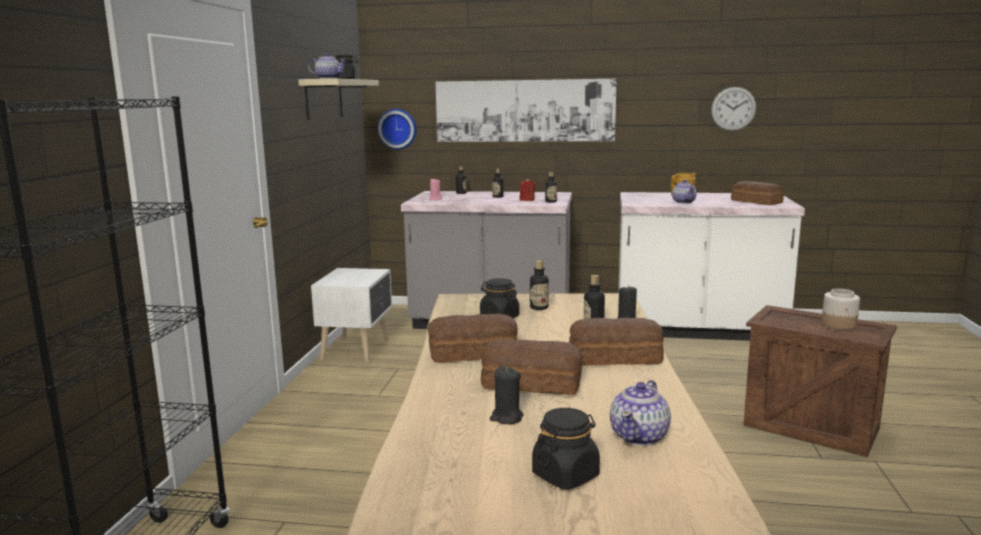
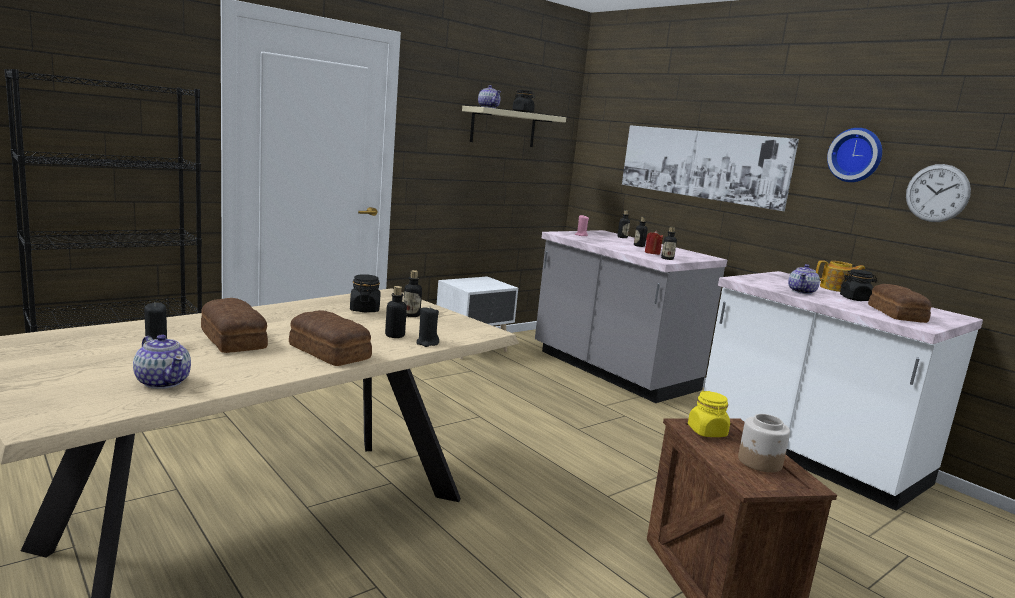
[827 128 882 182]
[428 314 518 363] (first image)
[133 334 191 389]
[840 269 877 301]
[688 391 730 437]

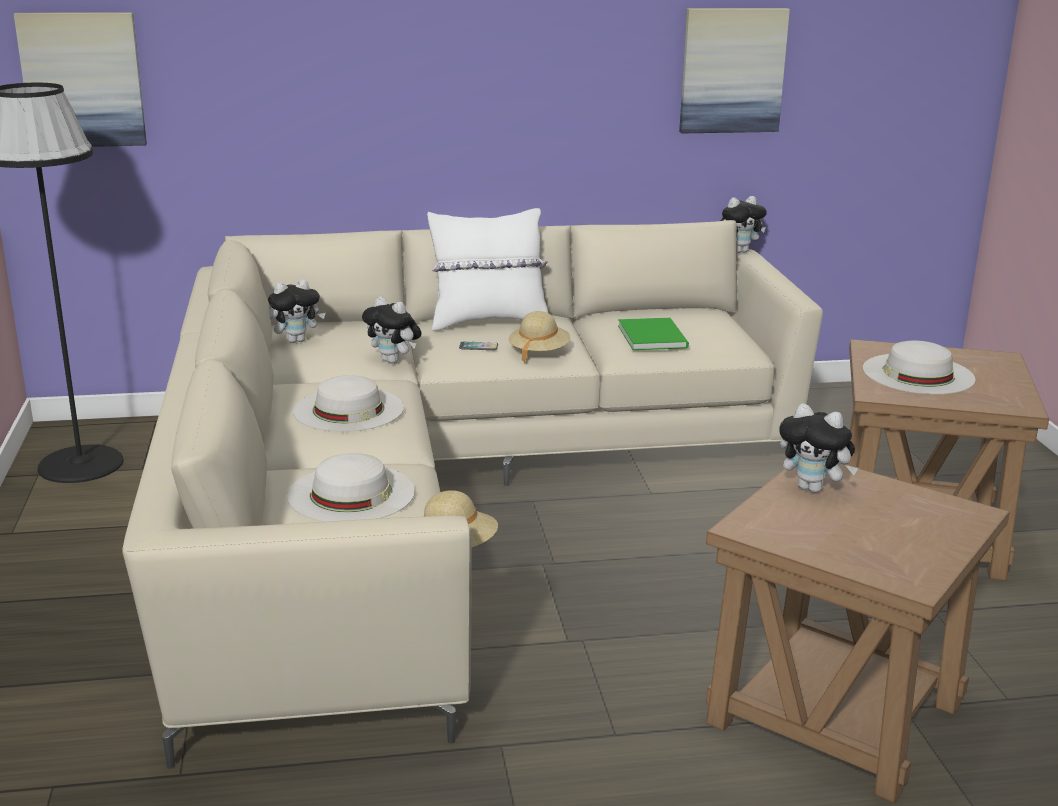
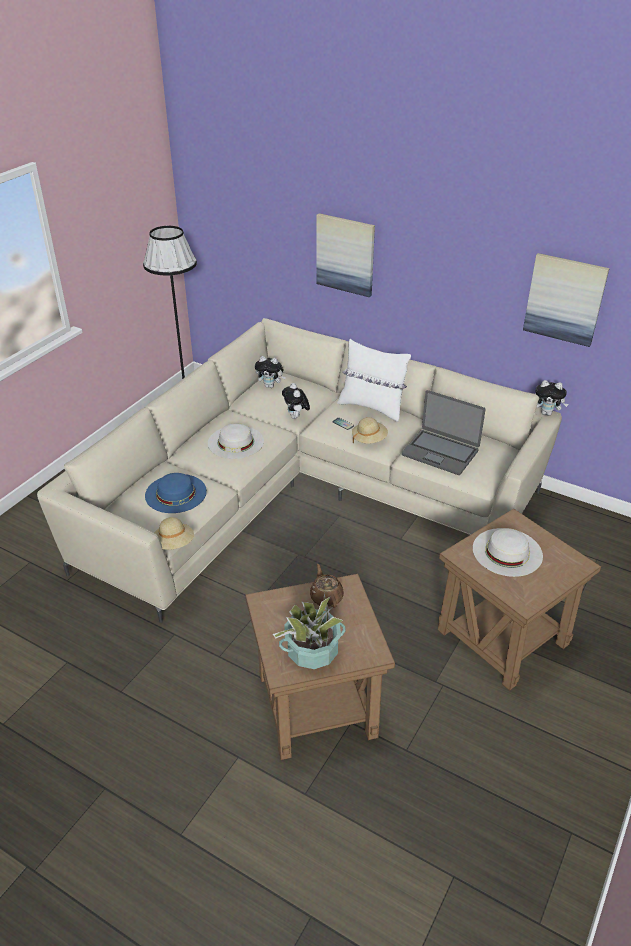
[316 213 375 297]
[402 390 485 475]
[310 564 344 608]
[145 473 207 513]
[273 594 346 669]

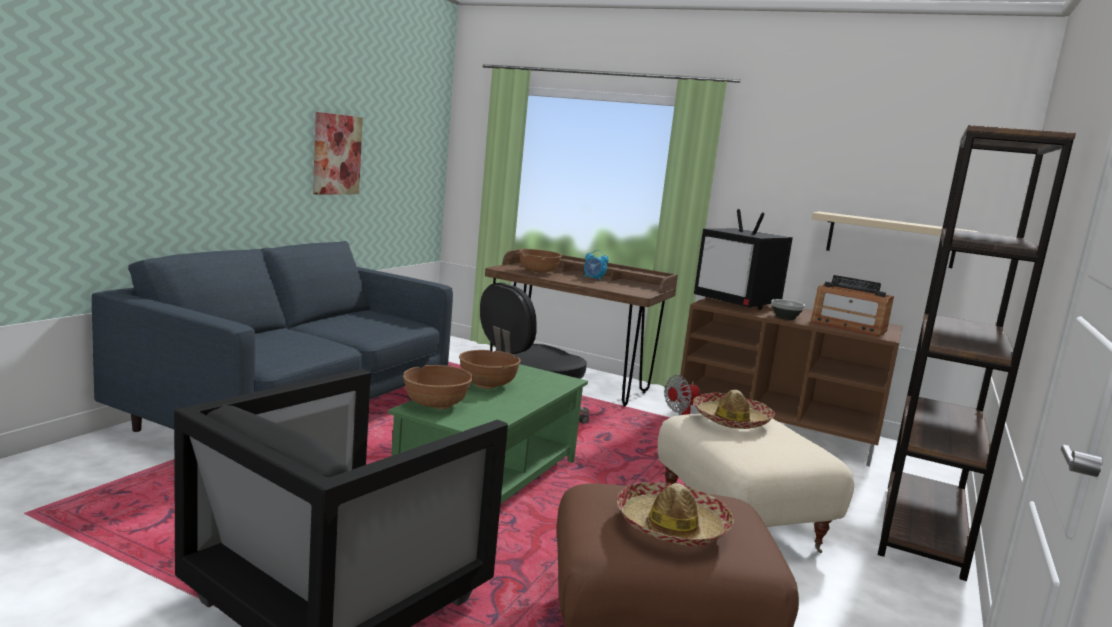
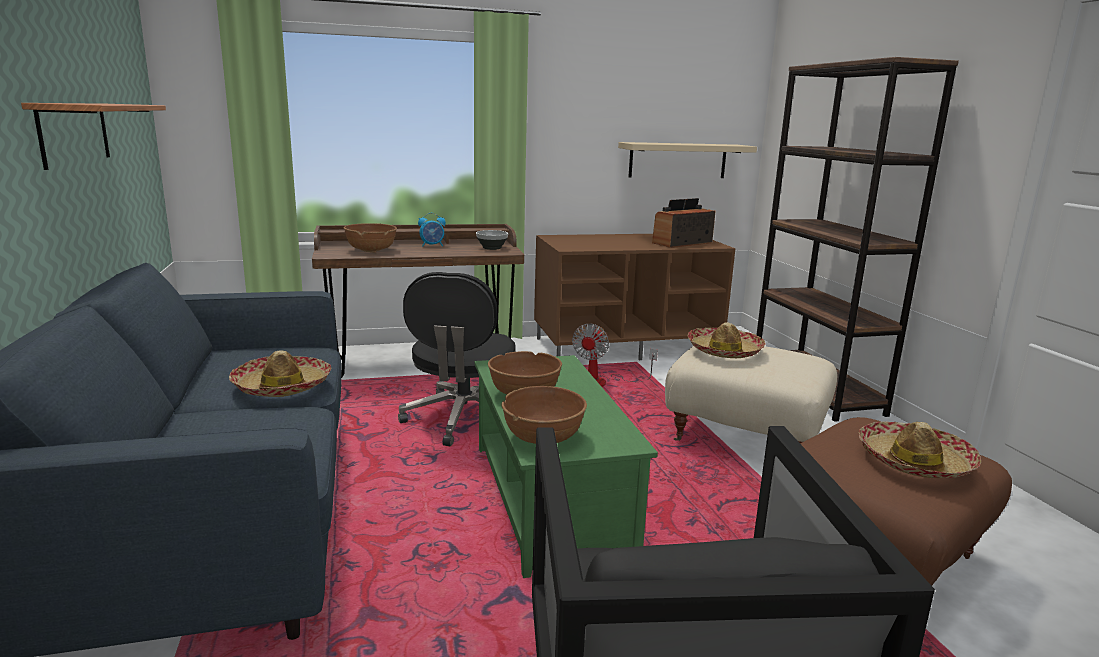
[21 103 166 170]
[694 209 793 310] (first image)
[652 198 715 248]
[476 230 508 250]
[229 350 331 397]

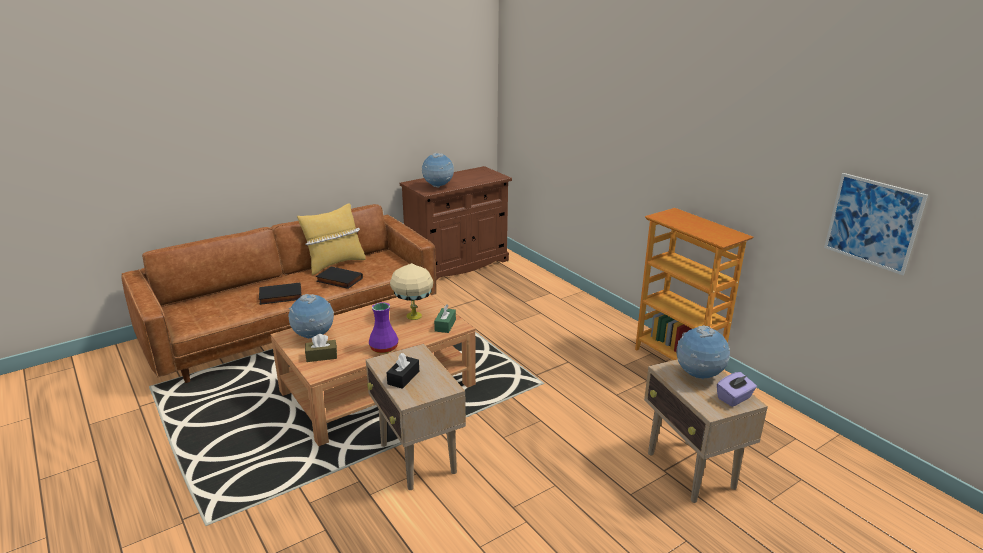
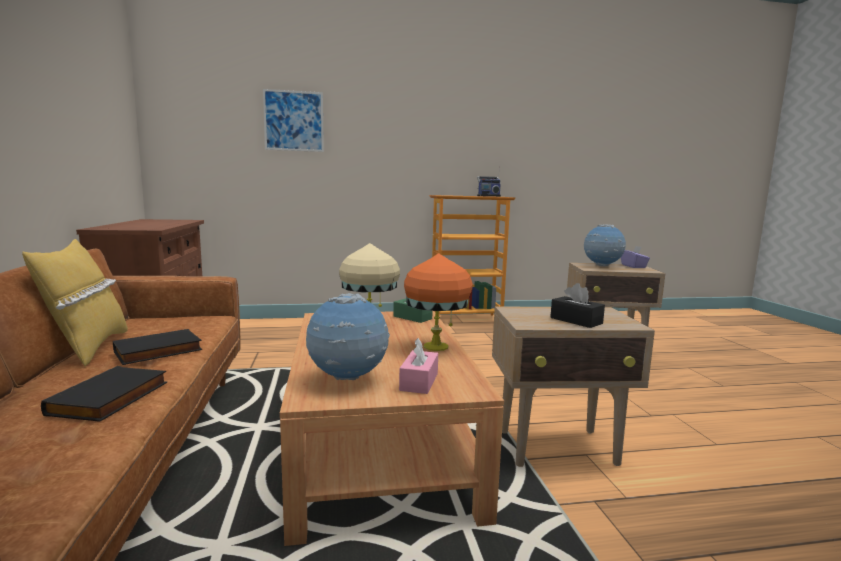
[422 152 454 188] (first image)
[263 89 324 152]
[404 253 473 351]
[399 338 438 394]
[477 166 501 197]

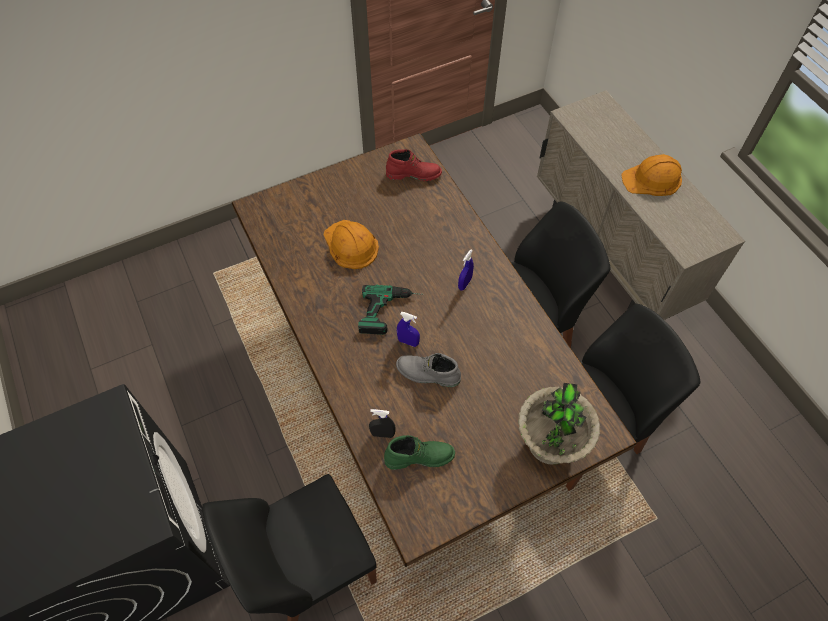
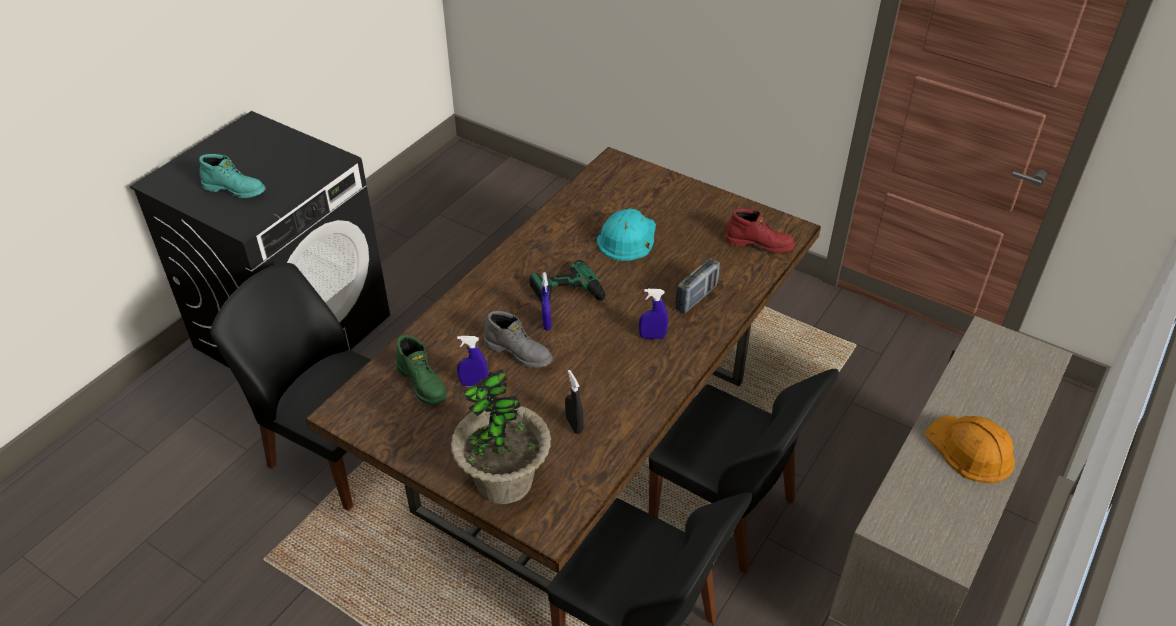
[725 209 795 253]
[597 208 656 261]
[484 311 553 368]
[565 370 584 434]
[199 154 266 198]
[675 258 720 313]
[457 336 488 386]

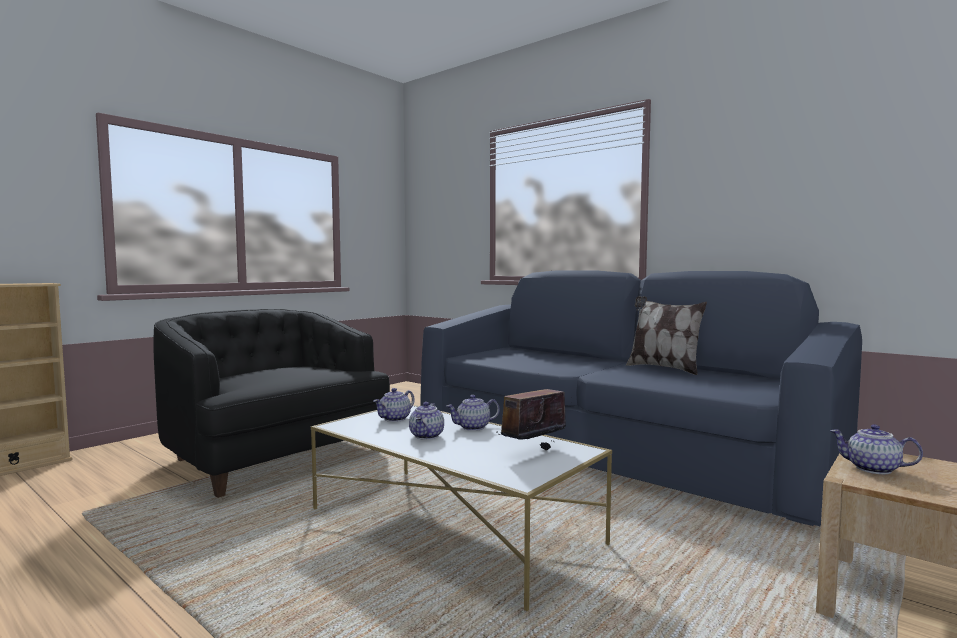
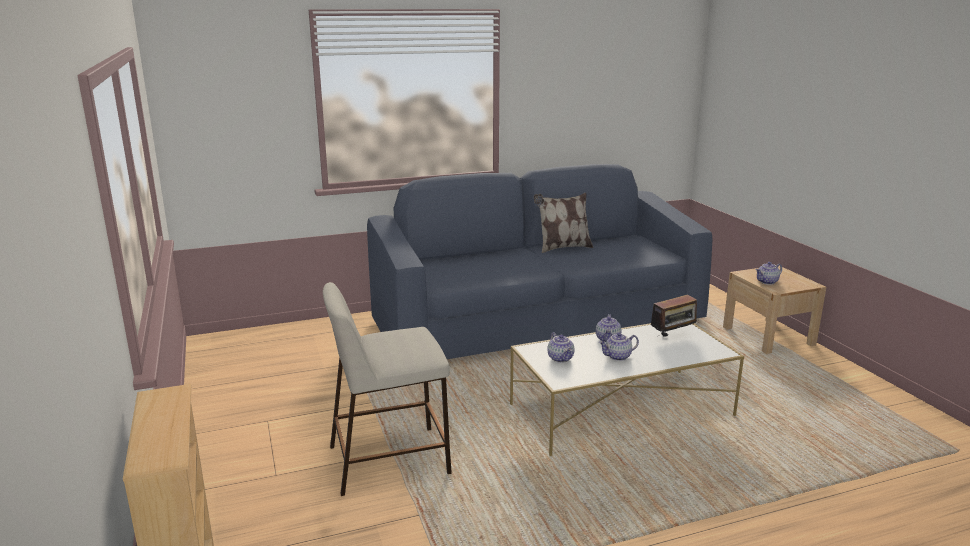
[323 282 452 496]
[651 294 700 337]
[599 333 639 361]

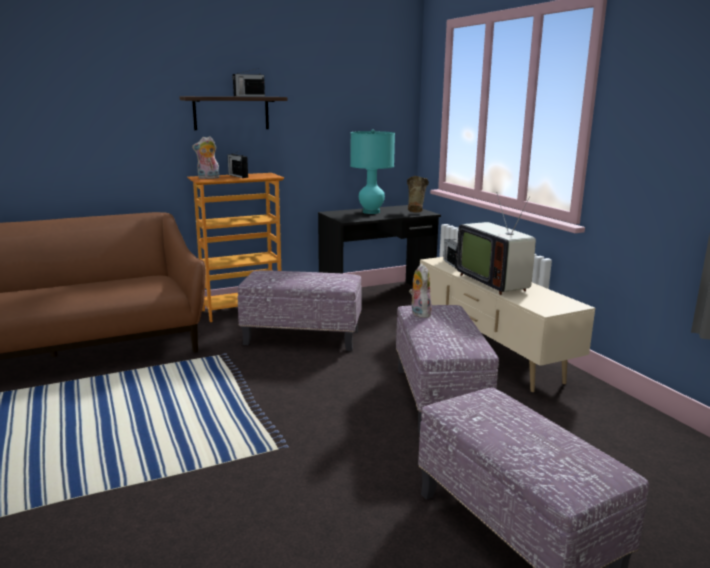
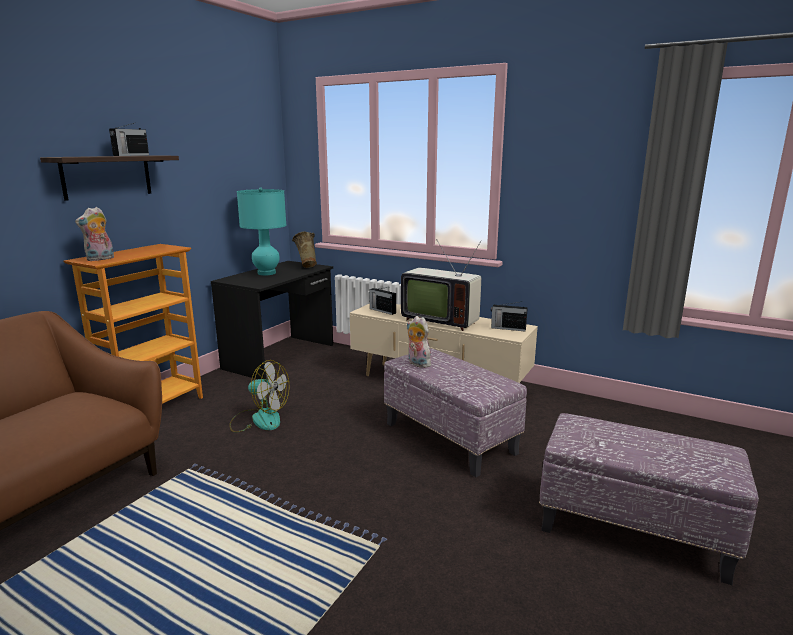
[491 302 528 331]
[229 360 290 432]

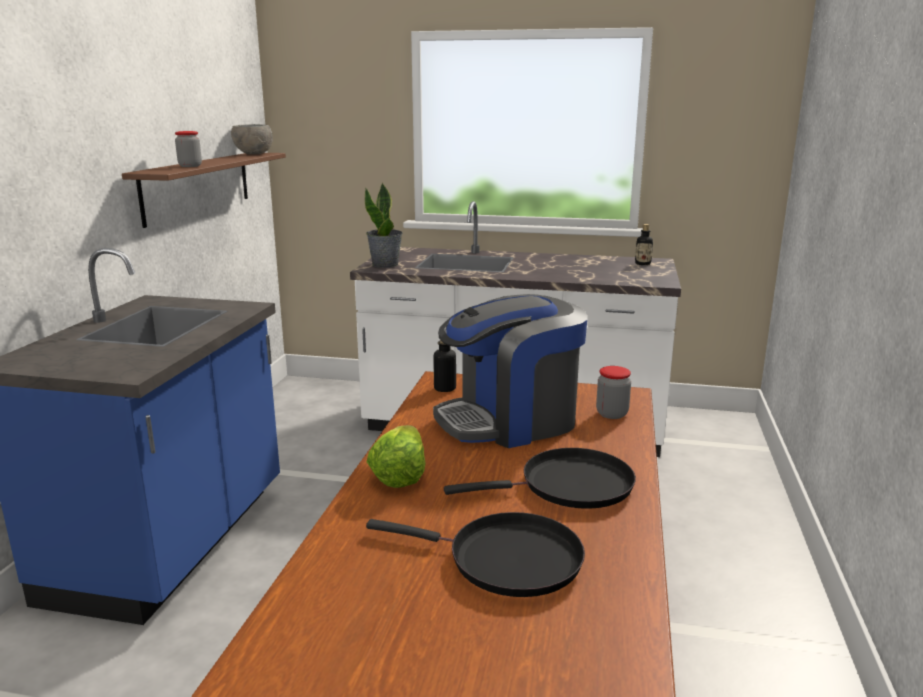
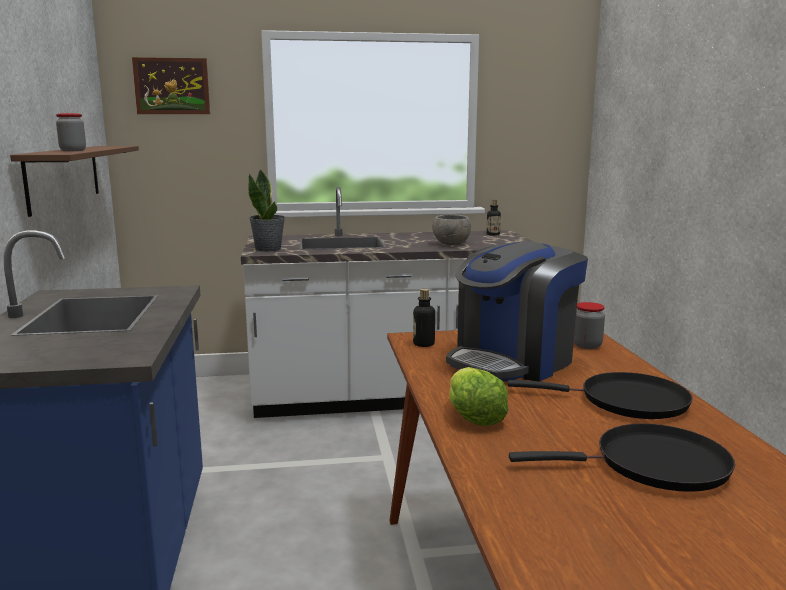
[432 214 471 245]
[507 372 693 419]
[132 57 210 114]

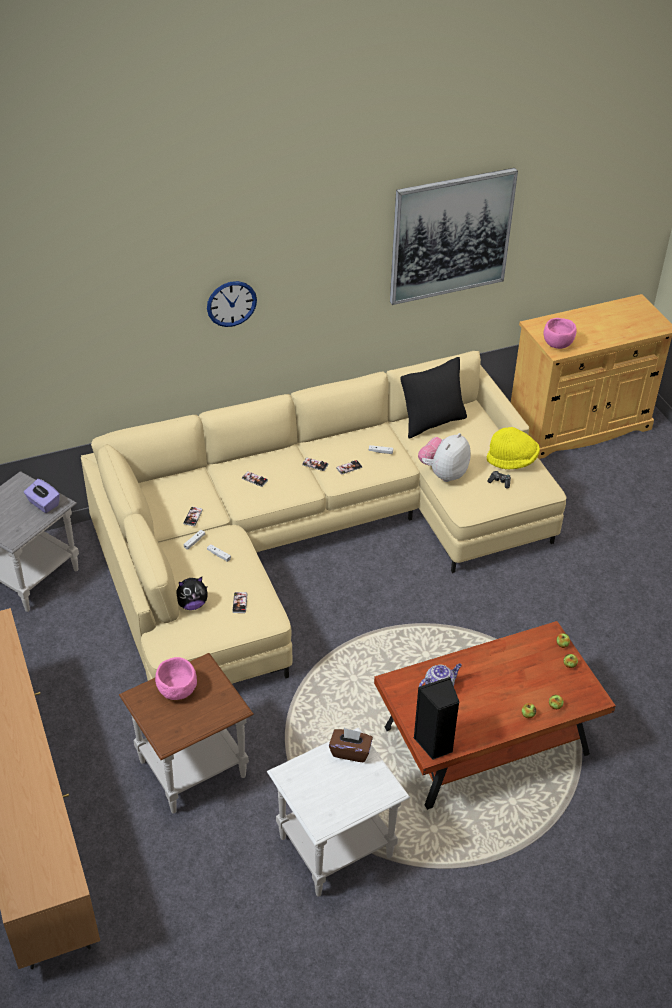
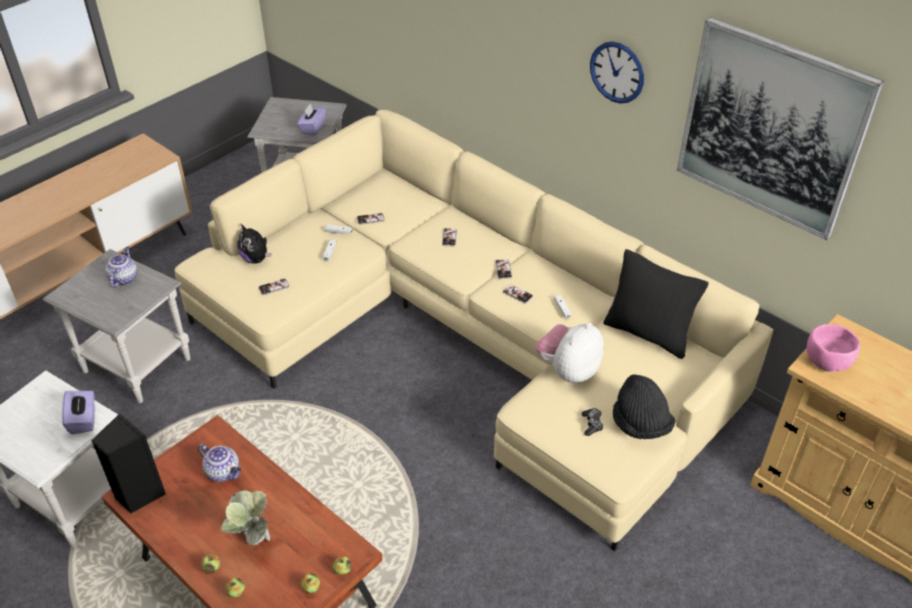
[590 41 644 104]
[613 374 676 439]
[536 322 604 383]
[42 249 190 403]
[105 247 137 288]
[62 390 95 434]
[221 490 270 545]

